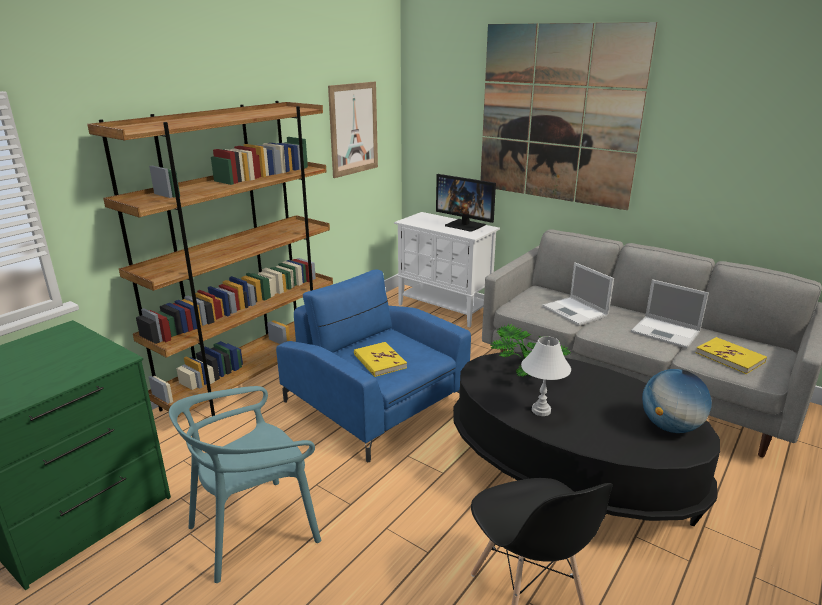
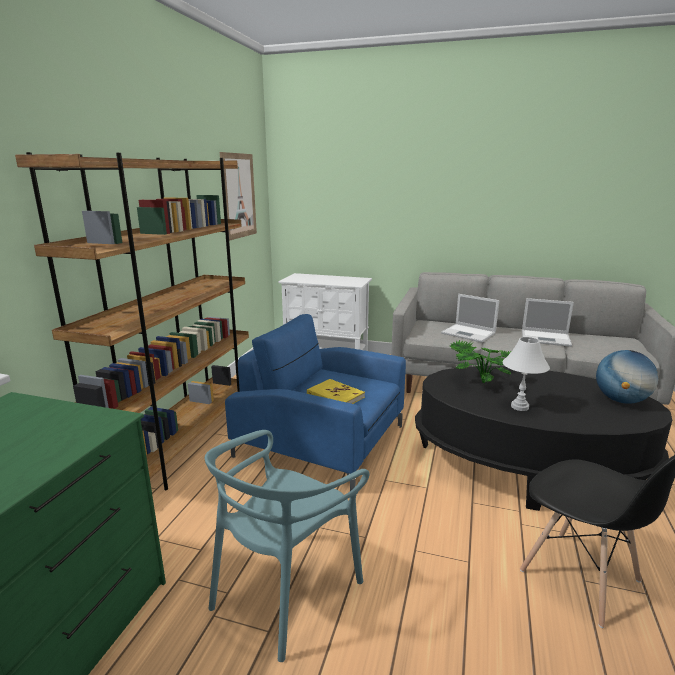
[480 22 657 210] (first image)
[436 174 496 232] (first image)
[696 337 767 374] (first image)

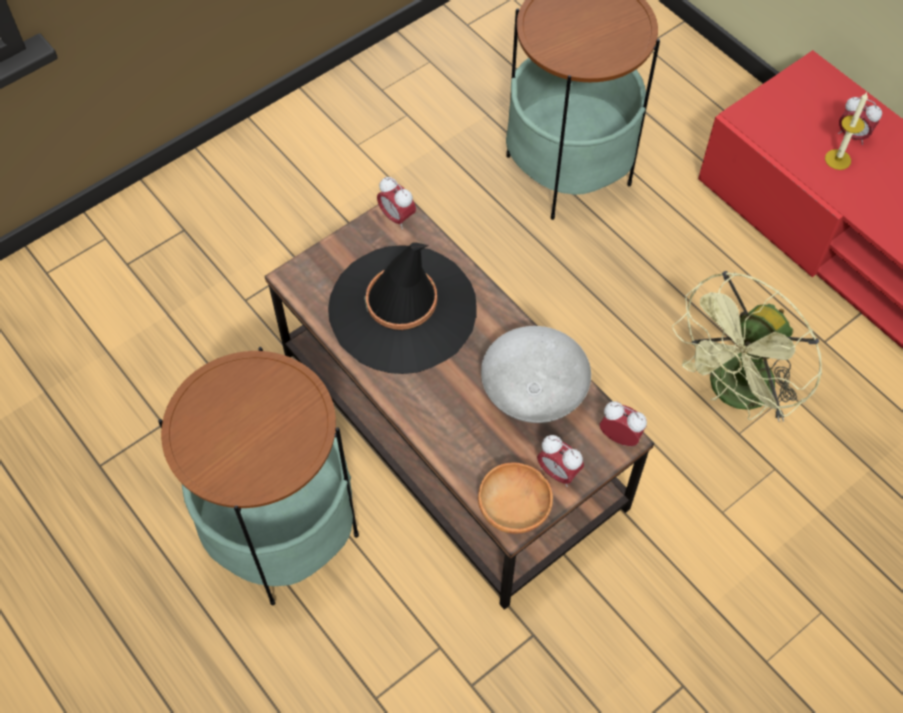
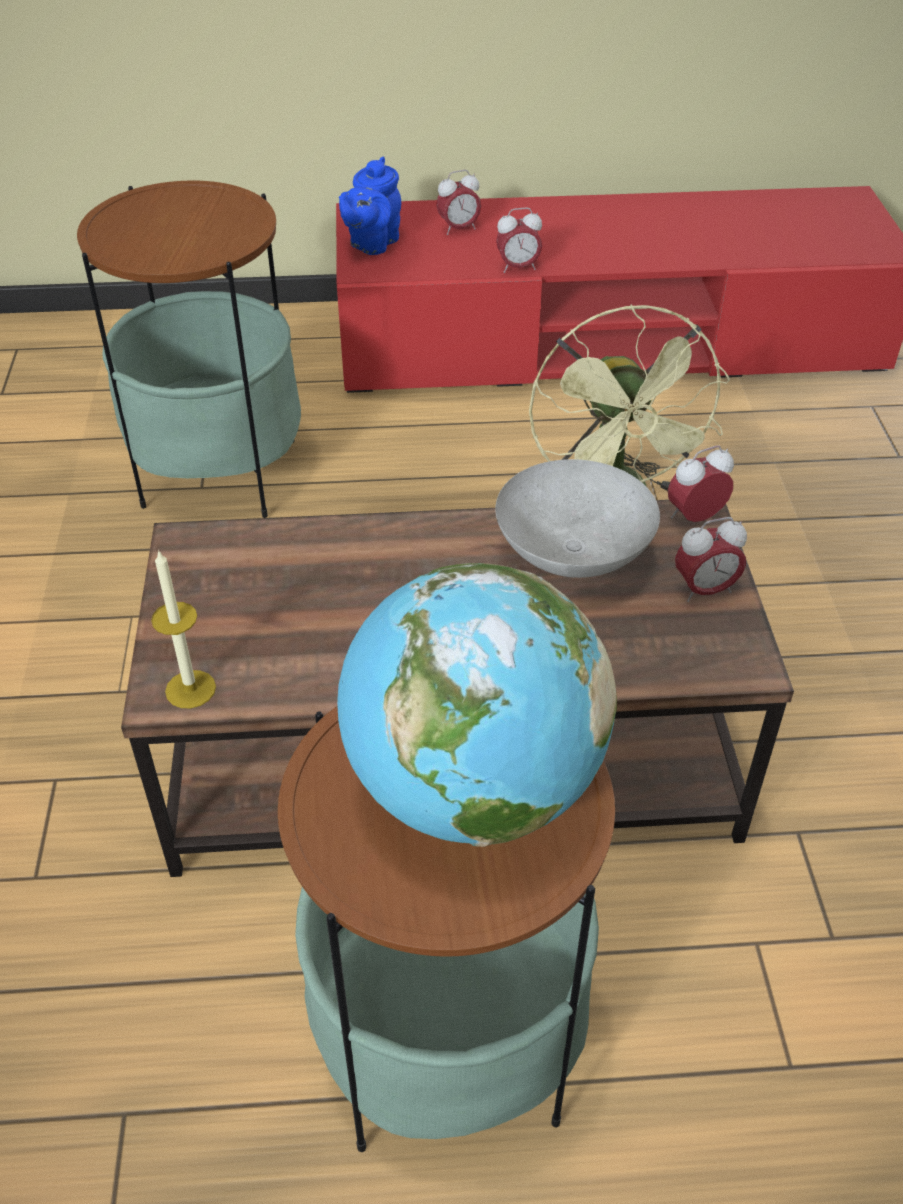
[151 550 216 708]
[496 207 542 273]
[328 242 477 374] (first image)
[478 463 553 534] (first image)
[339 156 401 255]
[337 563 617 847]

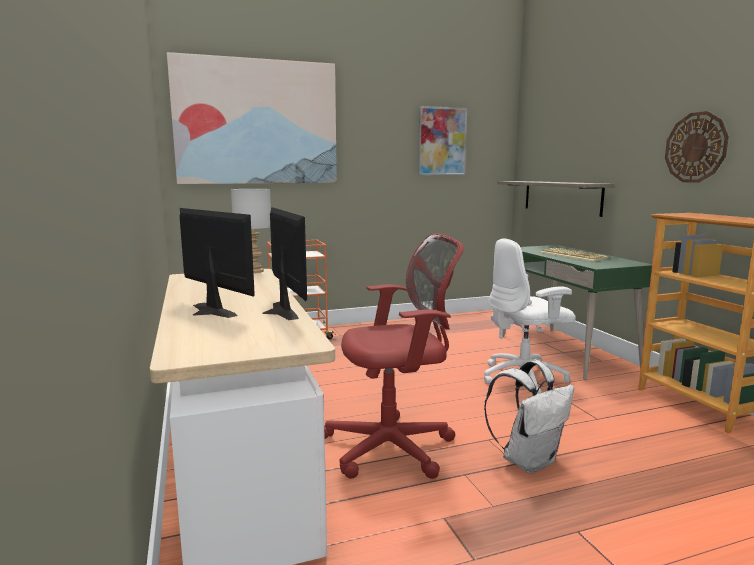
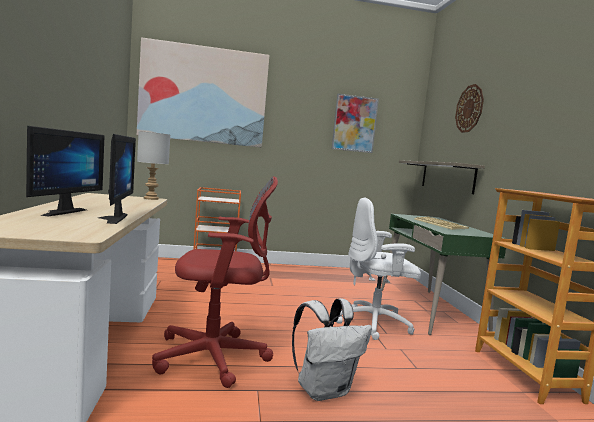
[455 84 484 133]
[26 126 104 216]

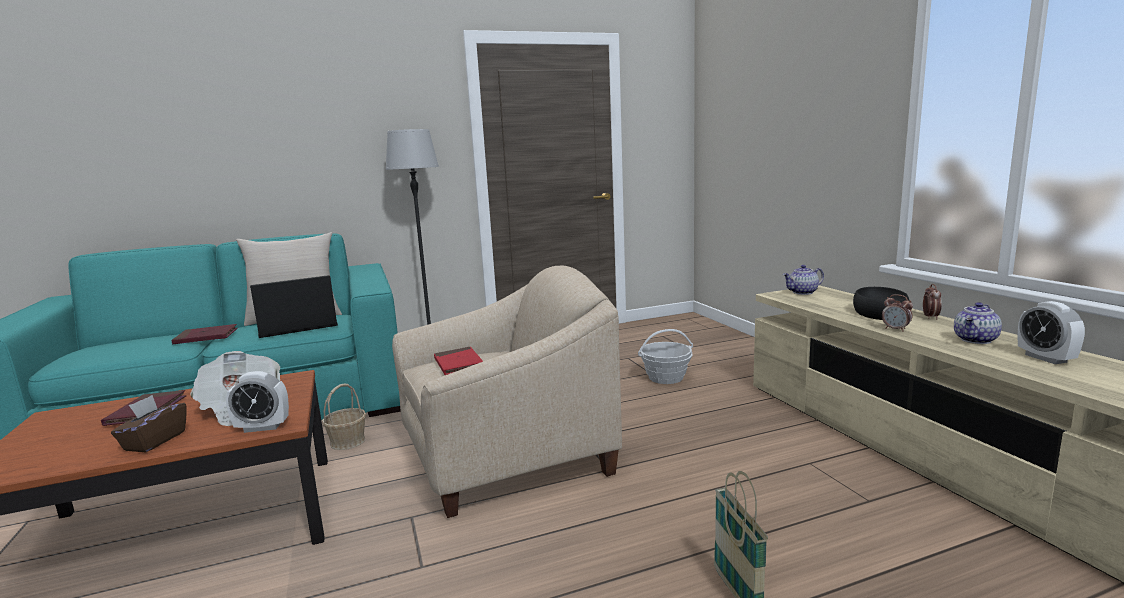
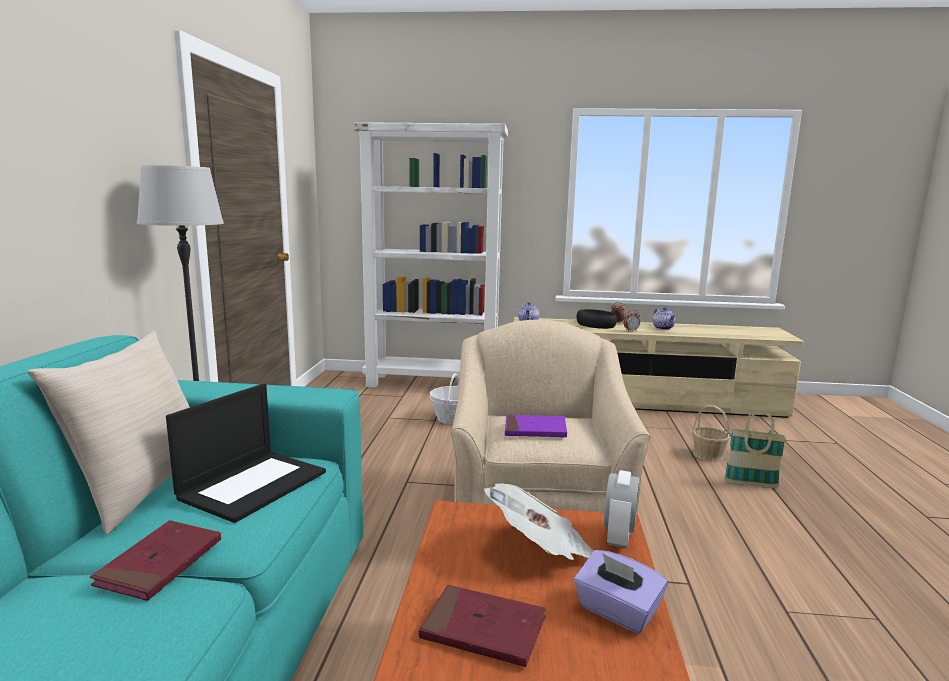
[166 383 326 523]
[1018 301 1085 364] (first image)
[505 415 567 438]
[692 405 730 461]
[574 550 668 633]
[354 122 508 387]

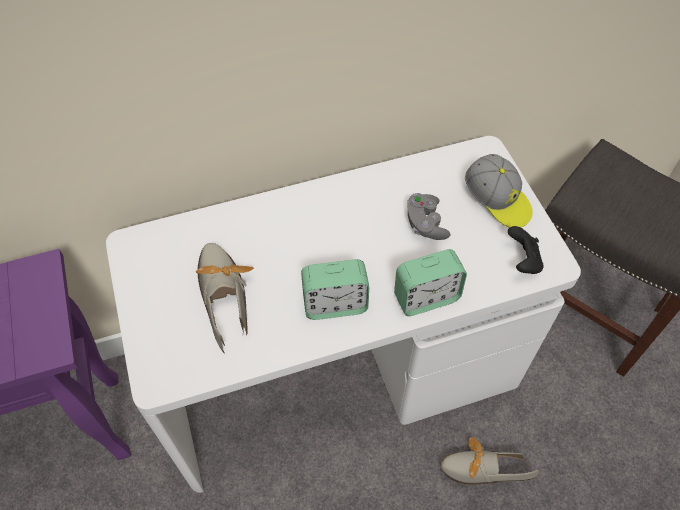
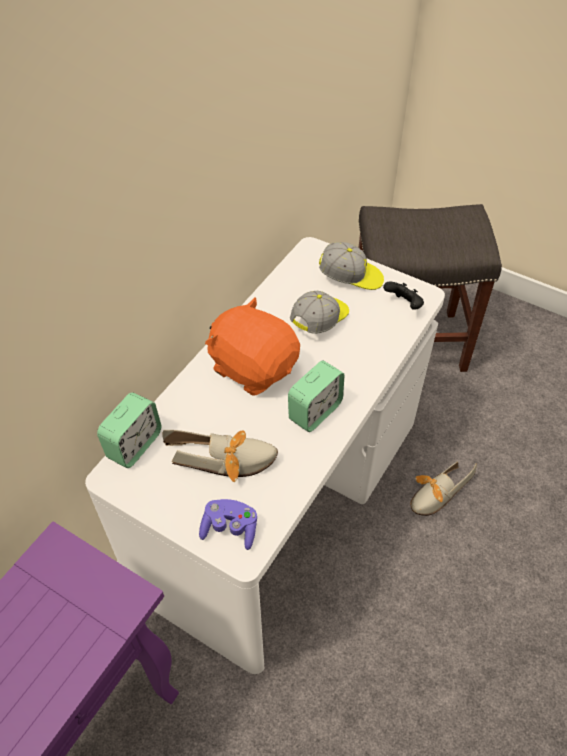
[290 291 349 334]
[162 430 278 482]
[97 392 161 468]
[205 297 300 395]
[199 499 257 550]

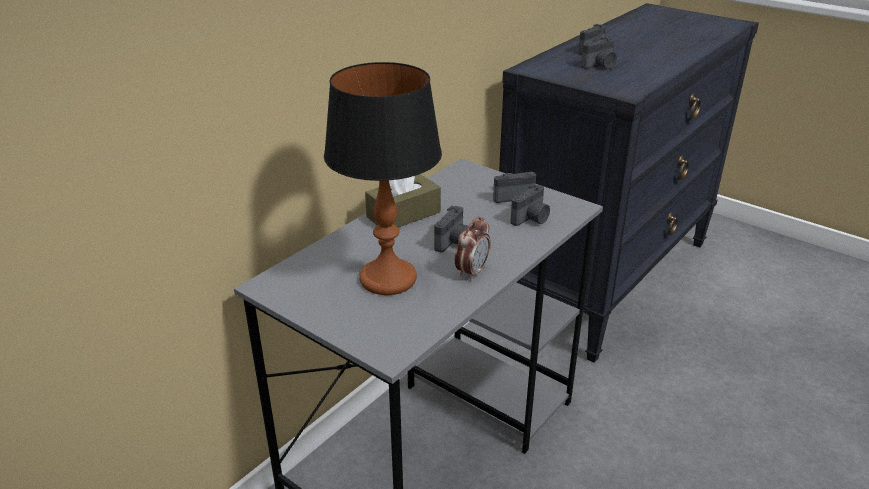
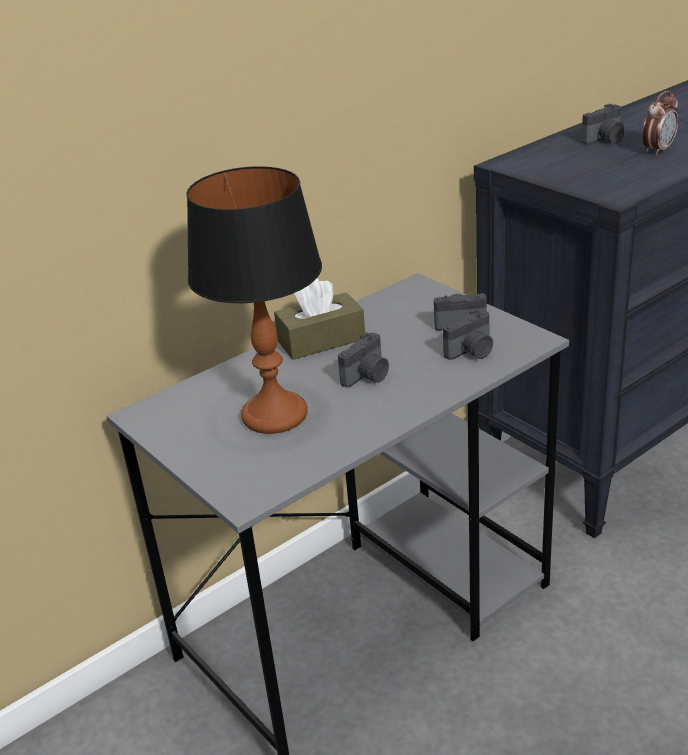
[581 37 617 69] (first image)
[642 91 679 156]

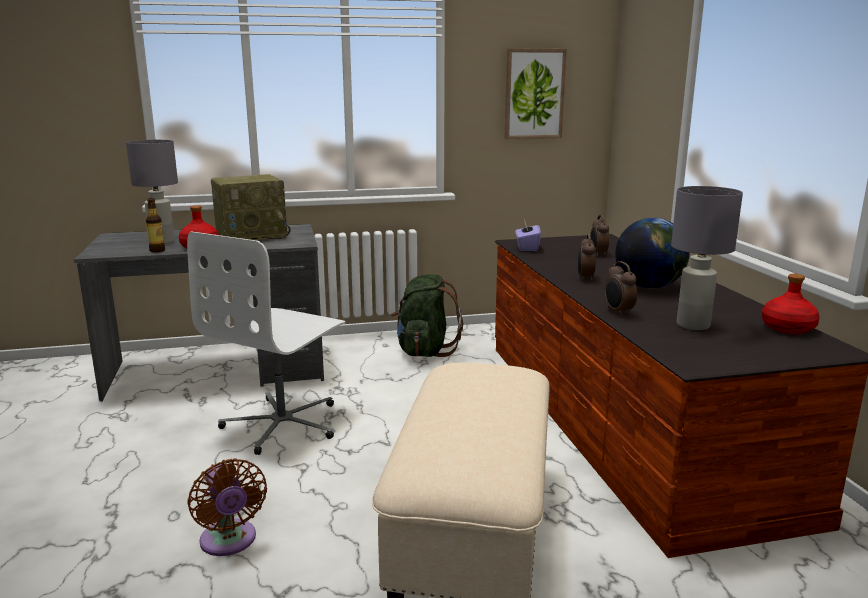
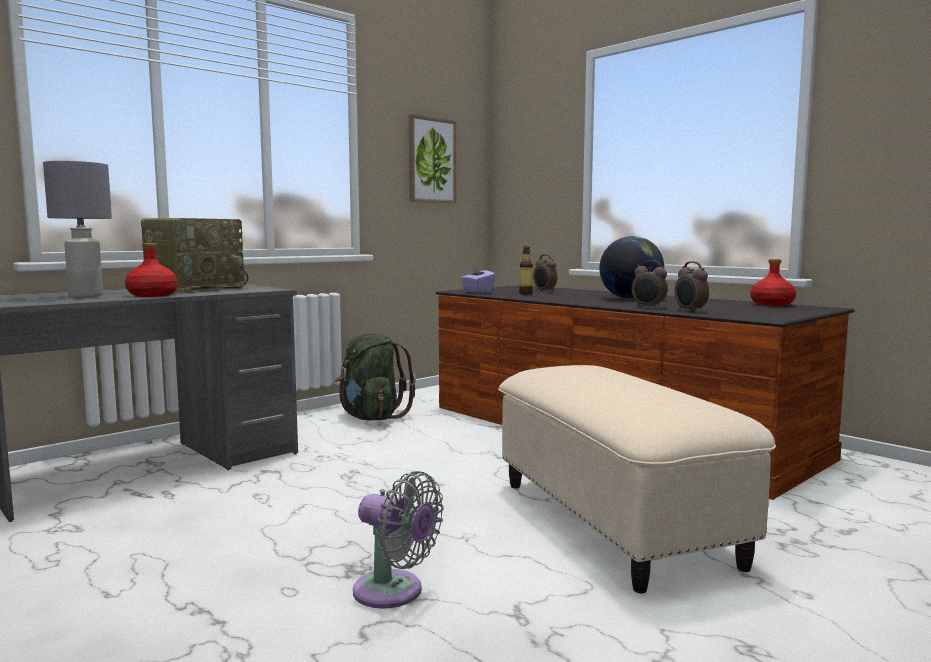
[671 186 743 330] (first image)
[519 246 533 294]
[187 232 346 455] (first image)
[675 261 709 312]
[353 471 444 609]

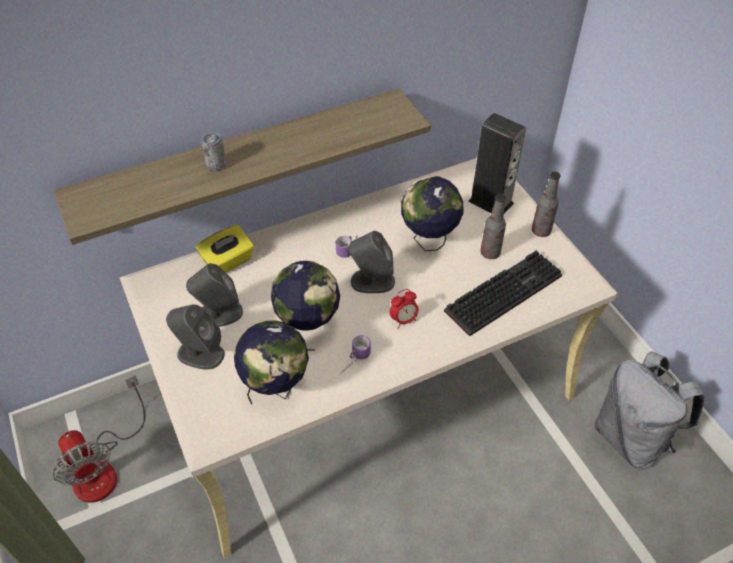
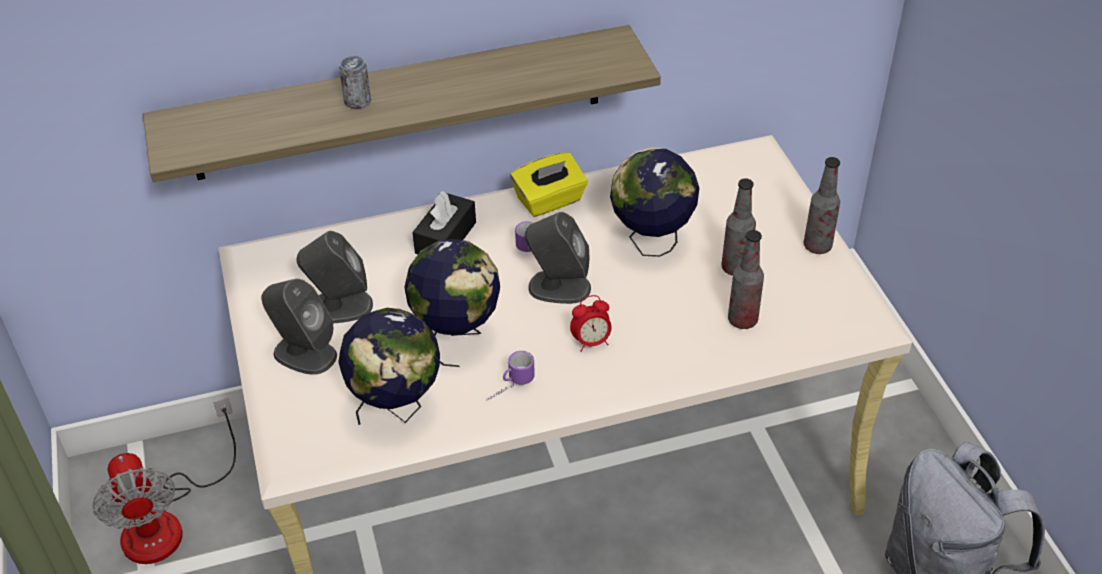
[468 113 526 214] (first image)
[510 152 588 217]
[728 230 764 329]
[412 191 476 254]

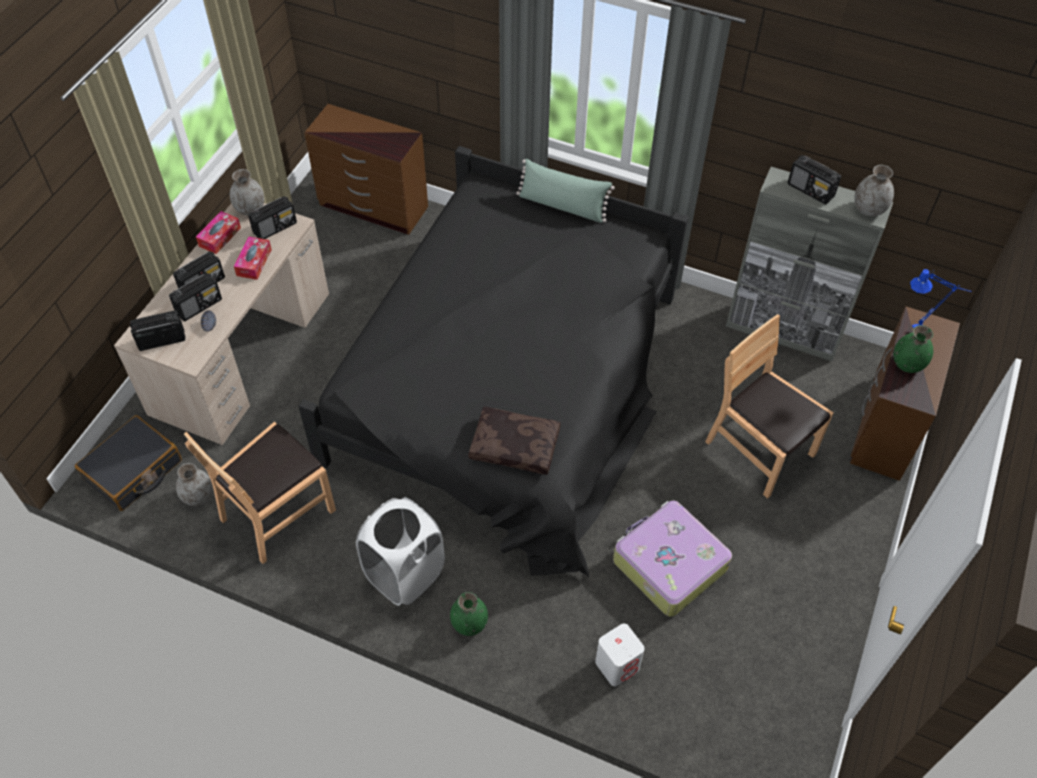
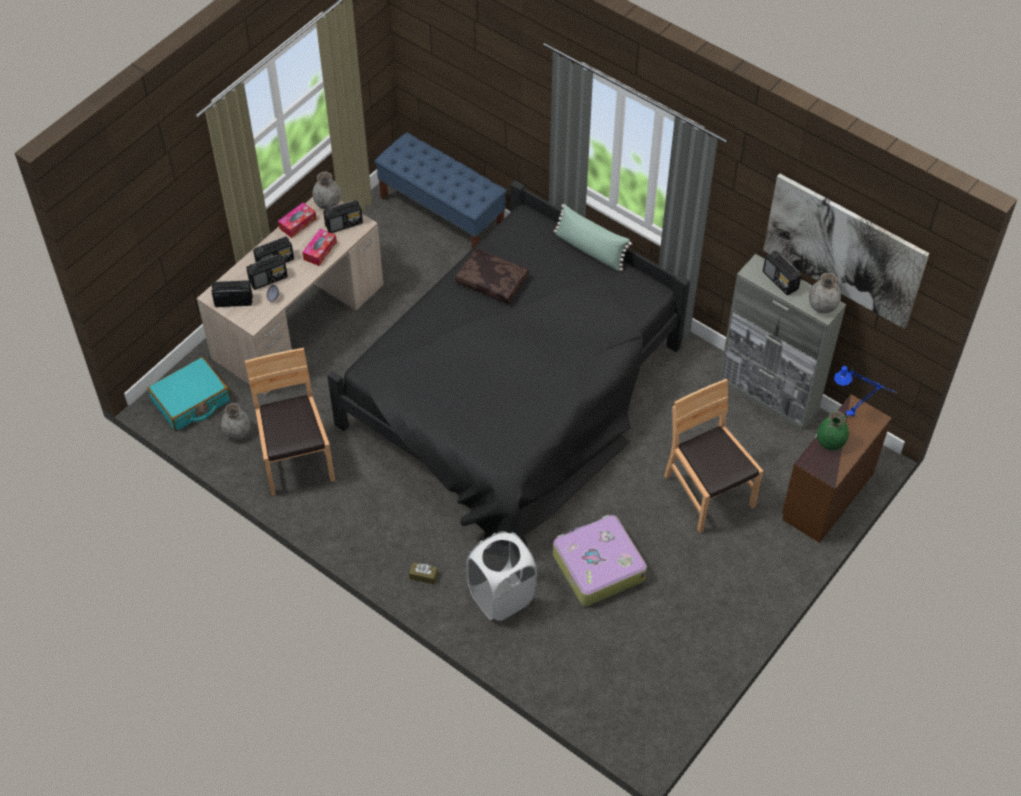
[375 133 507 249]
[455 248 529 304]
[147 357 231 431]
[245 348 335 496]
[466 531 537 621]
[409 562 438 584]
[595 624 645 686] (first image)
[763 174 929 329]

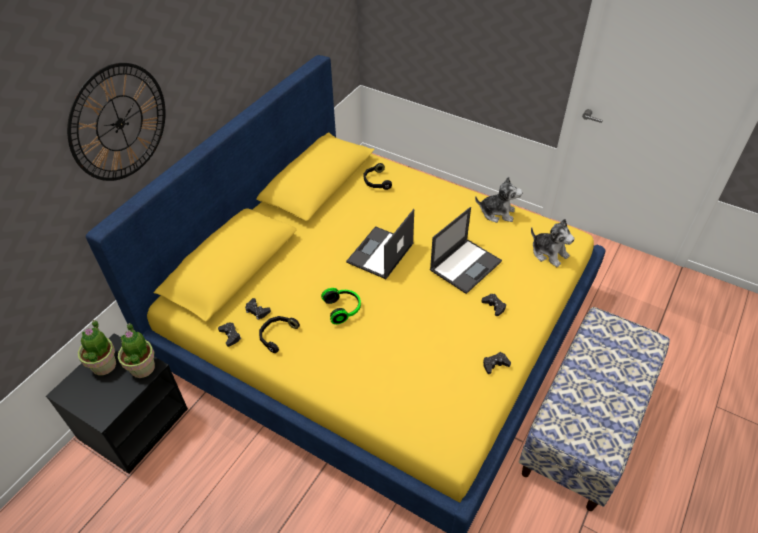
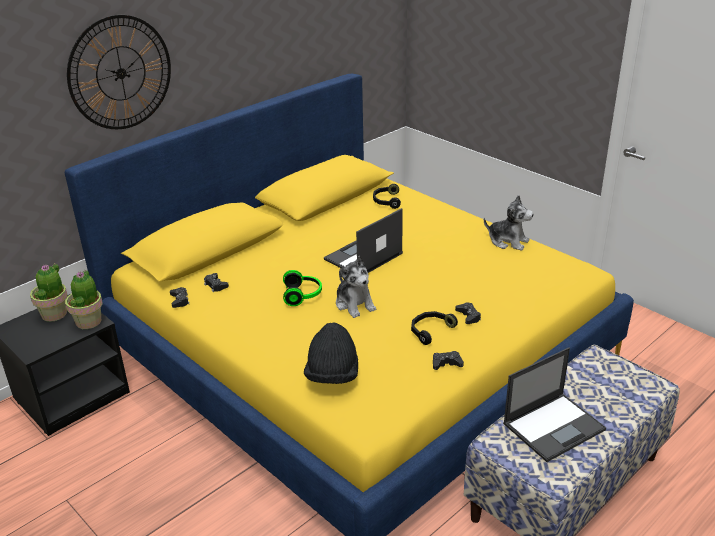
[503 347 606 462]
[336 256 376 318]
[411 311 458 345]
[304 323 358 384]

